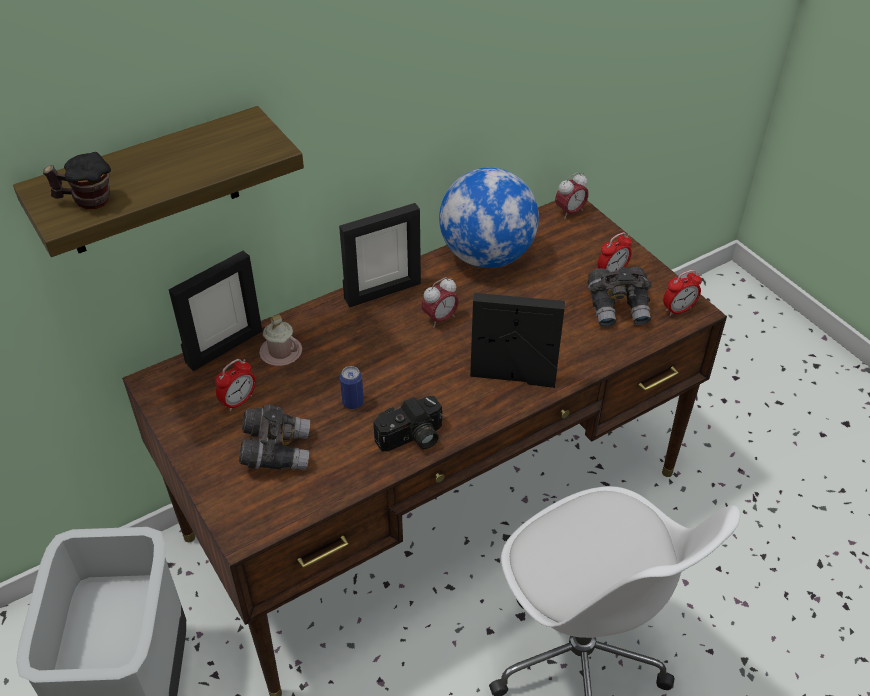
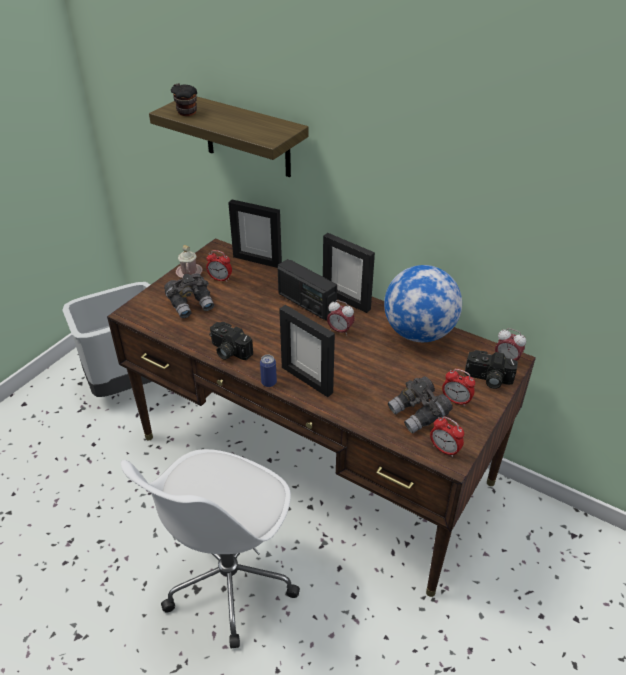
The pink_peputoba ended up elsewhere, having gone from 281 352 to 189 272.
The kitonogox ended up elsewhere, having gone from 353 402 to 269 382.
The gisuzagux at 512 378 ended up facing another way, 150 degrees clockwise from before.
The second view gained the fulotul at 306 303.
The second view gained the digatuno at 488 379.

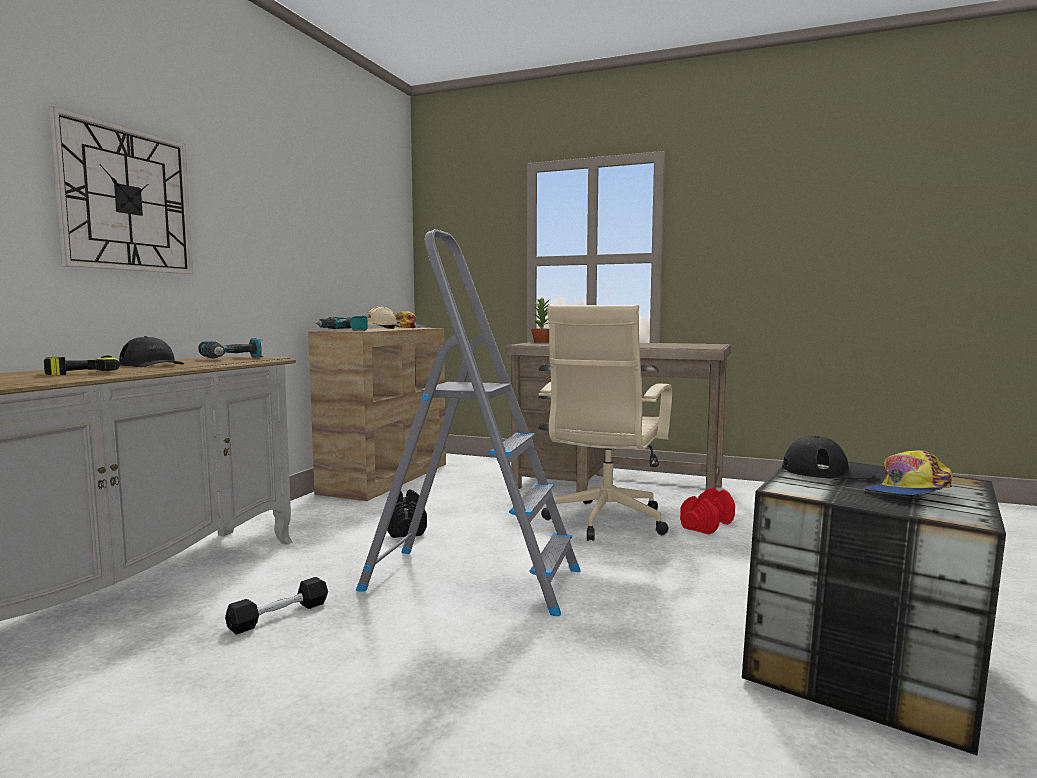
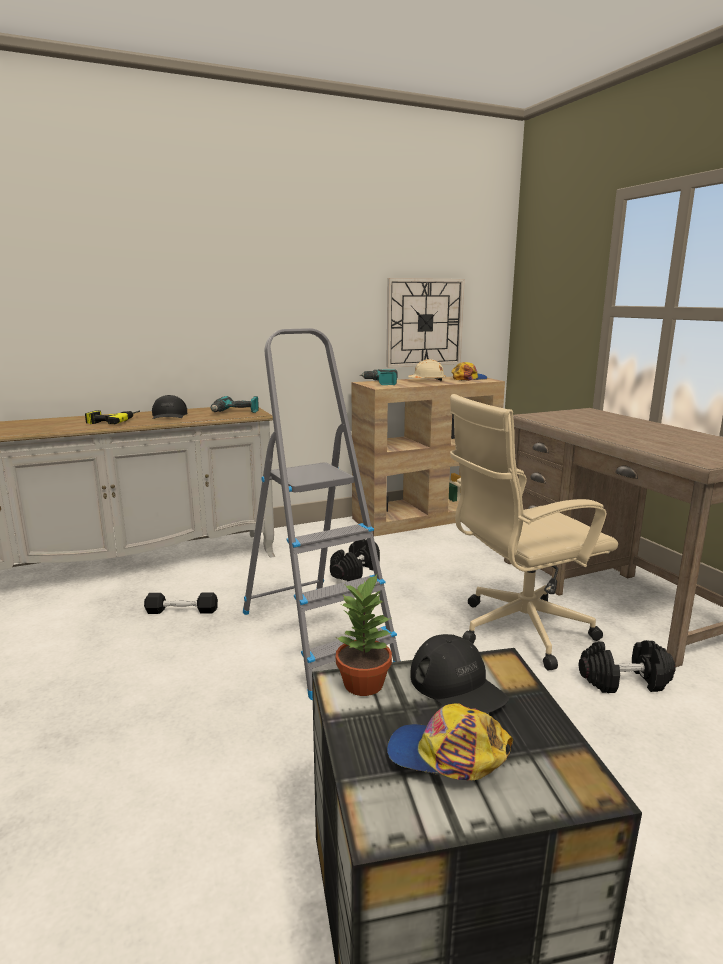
The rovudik ended up elsewhere, having gone from 126 199 to 424 322.
The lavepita ended up elsewhere, having gone from 542 342 to 365 684.
What was the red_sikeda at 707 525 turned into the black_sikeda at 624 681.

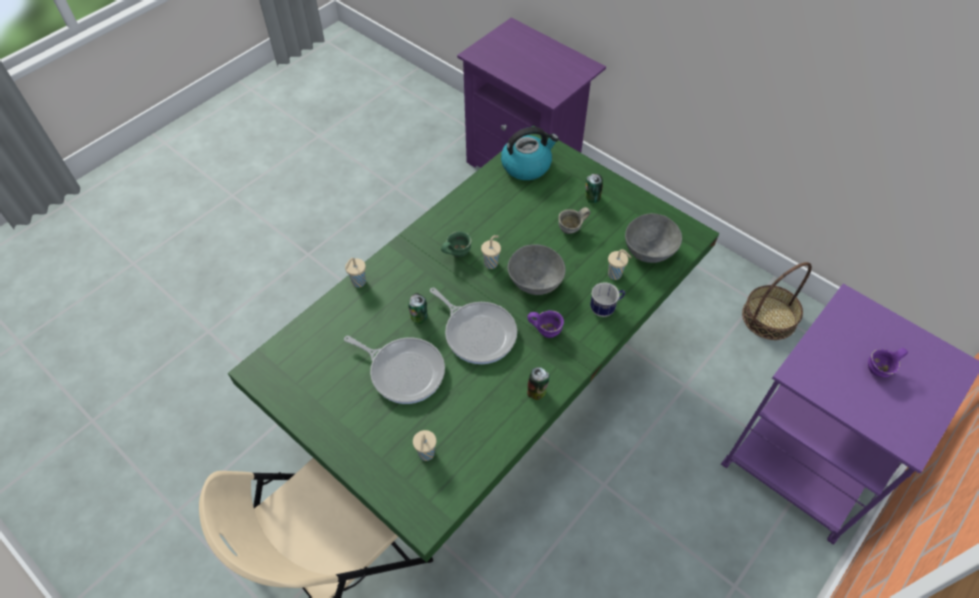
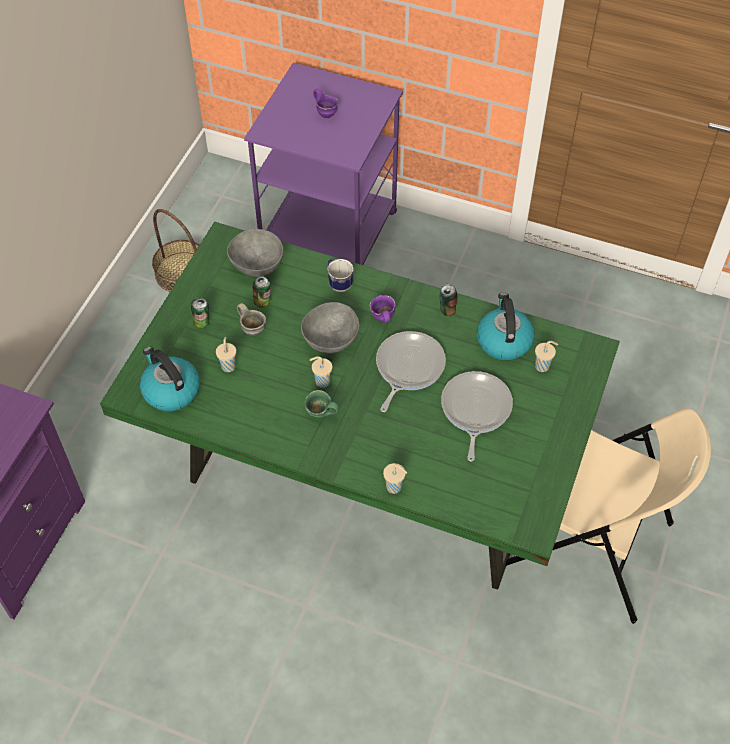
The kitonogox ended up elsewhere, having gone from 419 318 to 263 302.
The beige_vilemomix ended up elsewhere, having gone from 615 275 to 228 366.
The second view gained the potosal at 503 340.

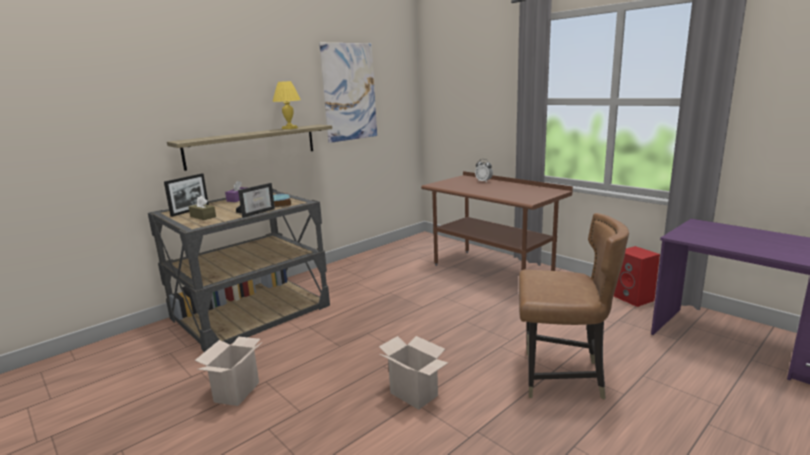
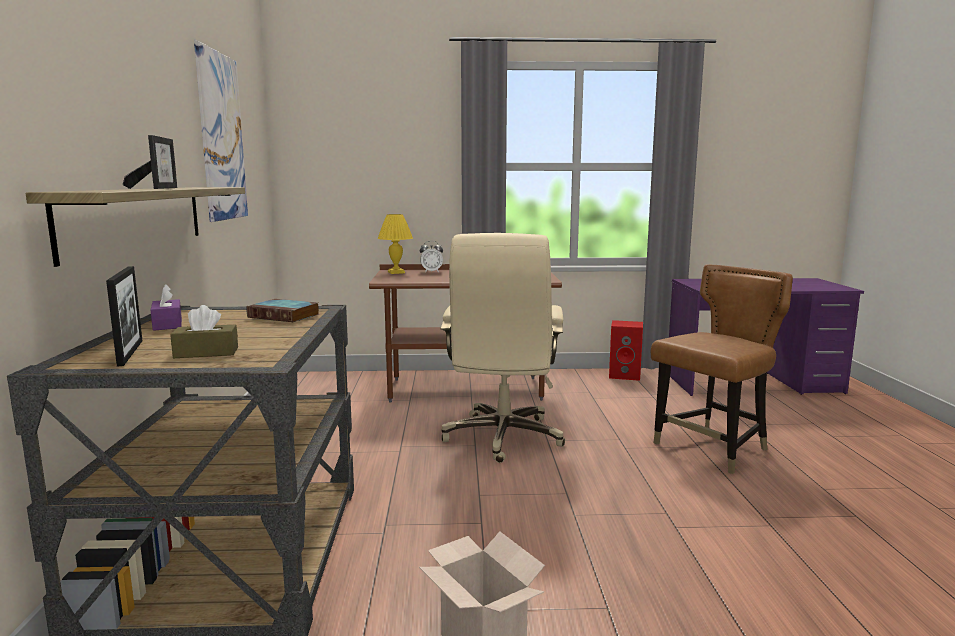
The gisuzagux ended up elsewhere, having gone from 257 212 to 159 188.
The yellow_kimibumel ended up elsewhere, having gone from 289 128 to 396 272.
The second view lost the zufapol at 415 394.
The second view gained the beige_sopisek at 503 435.

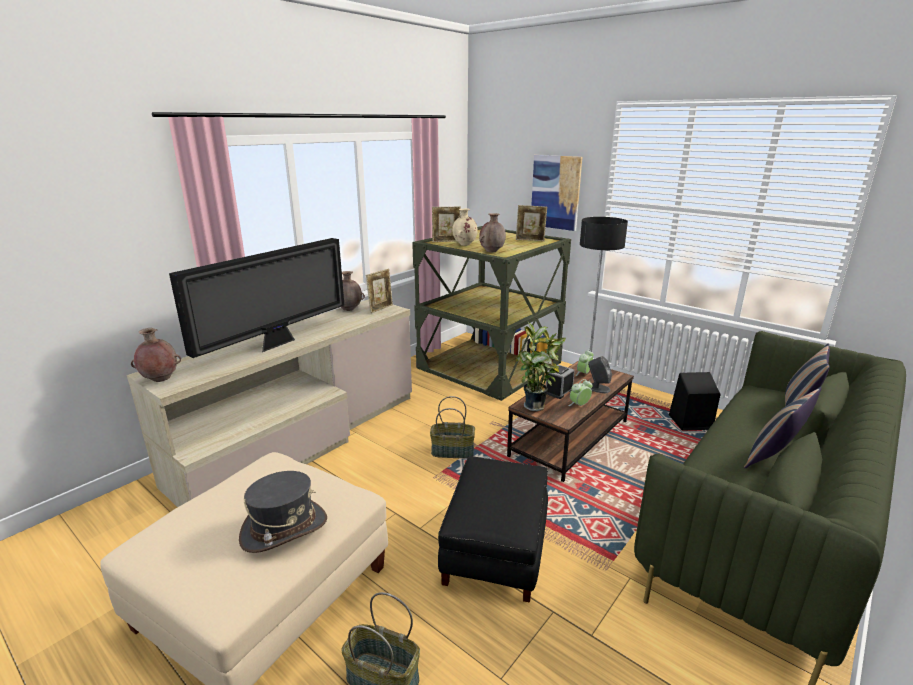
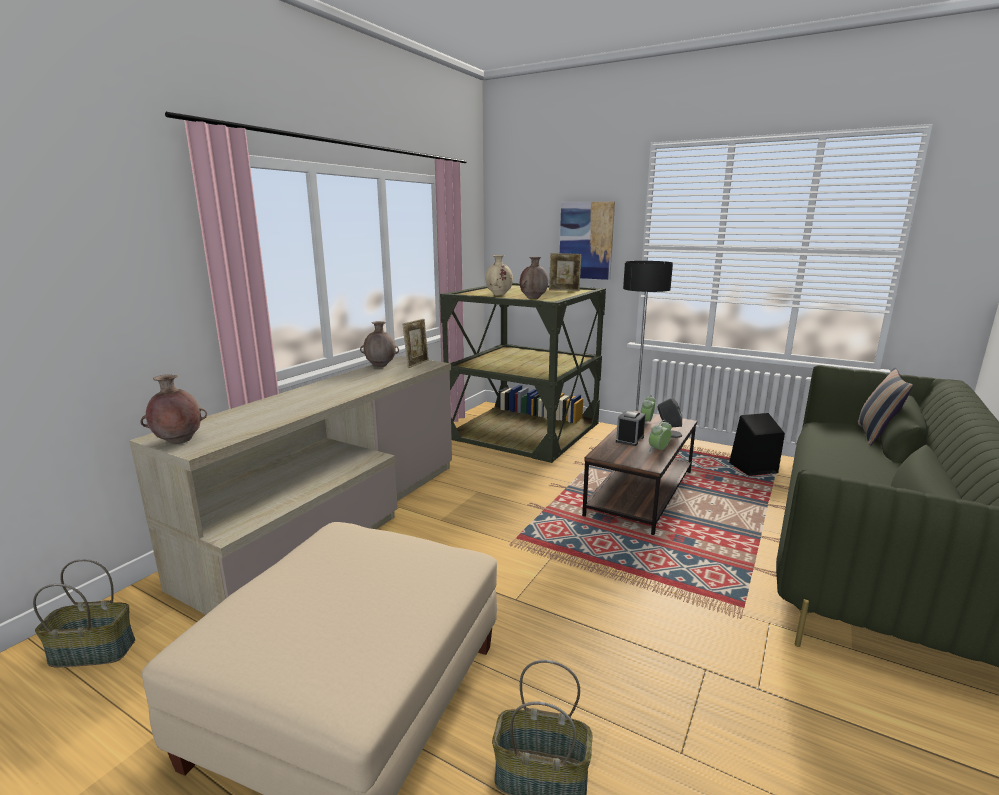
The second view lost the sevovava at 277 343.
The second view lost the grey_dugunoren at 284 529.
The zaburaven ended up elsewhere, having gone from 453 451 to 94 651.
The second view lost the gisuzagux at 446 241.
The second view lost the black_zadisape at 496 550.
The second view lost the lavepita at 537 406.
The second view lost the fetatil at 773 458.

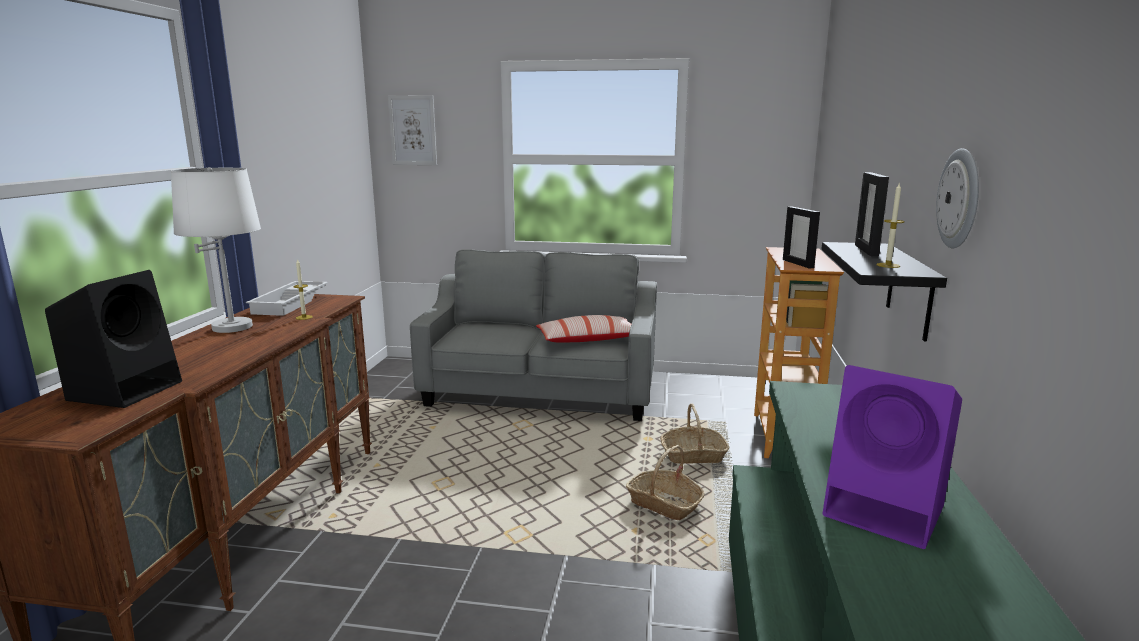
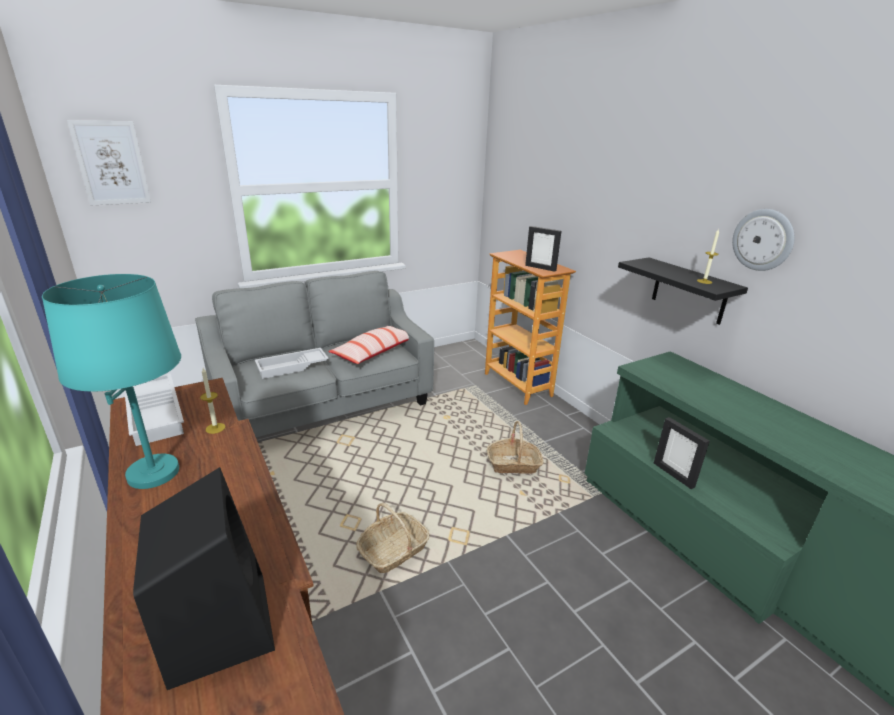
What was the white_kimibumel at 232 327 turned into the turquoise_kimibumel at 153 473.
The zaburaven ended up elsewhere, having gone from 693 455 to 393 550.
The second view lost the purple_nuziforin at 887 511.
The gisuzagux ended up elsewhere, having gone from 867 250 to 674 474.
The second view gained the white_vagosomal at 292 367.

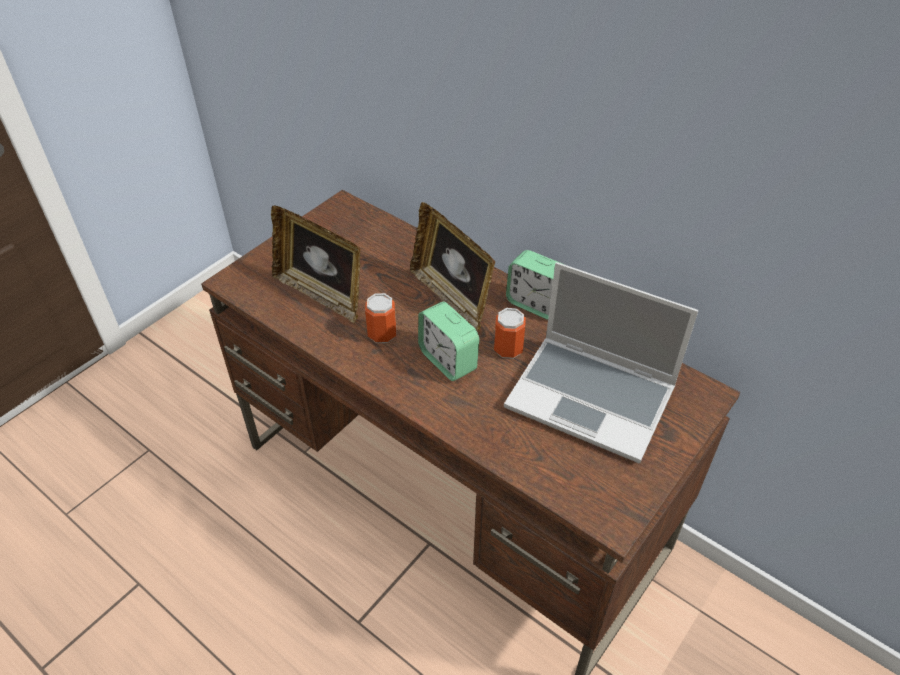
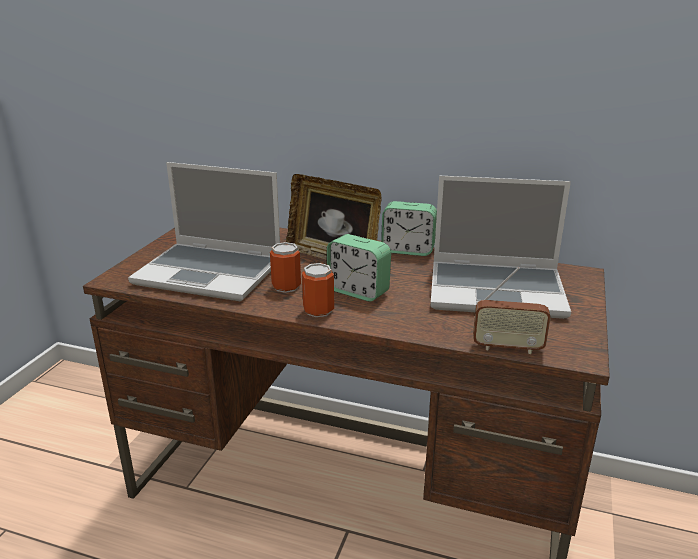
Where the gisuzagux stood at 321 294, the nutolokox came to stand at 211 273.
The kitonogox ended up elsewhere, having gone from 508 349 to 318 310.
The second view gained the fulotul at 507 347.

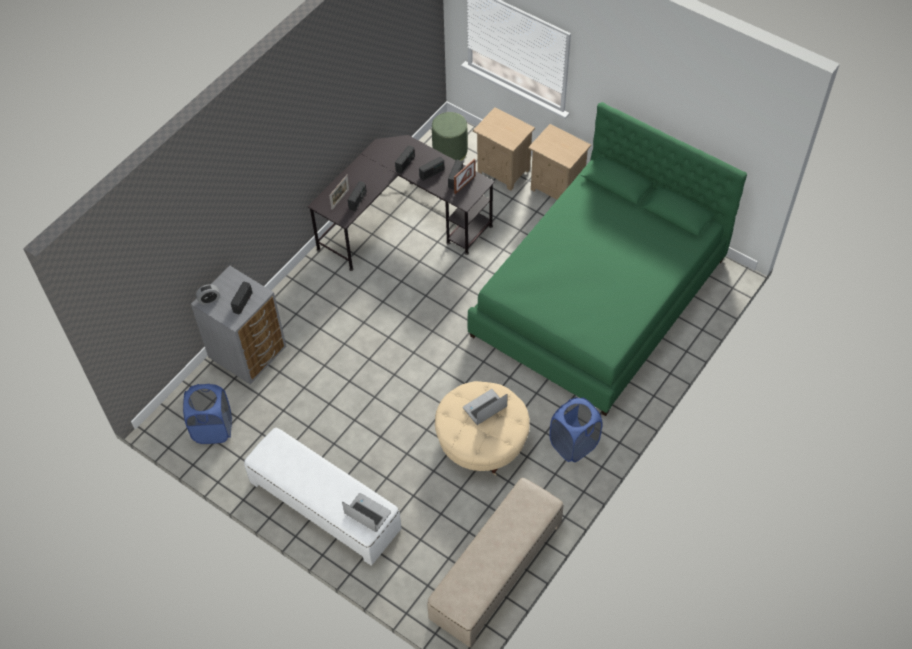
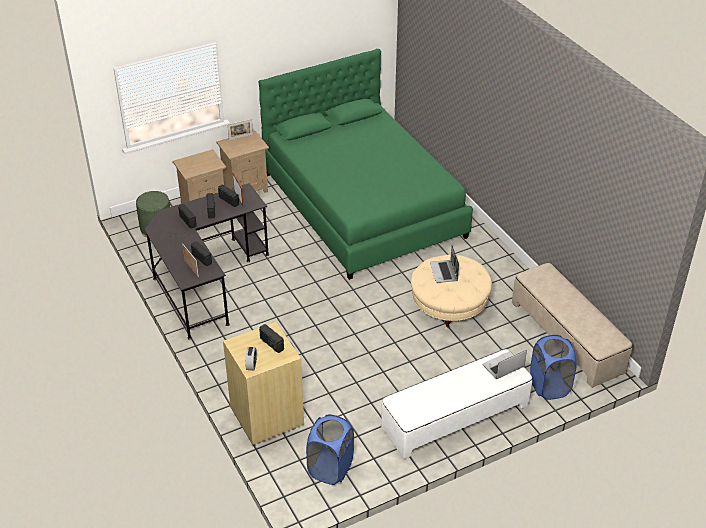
What was the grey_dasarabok at 249 355 turned into the brown_dasarabok at 267 419.
The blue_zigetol ended up elsewhere, having gone from 573 444 to 549 386.
The second view gained the gisuzagux at 241 137.

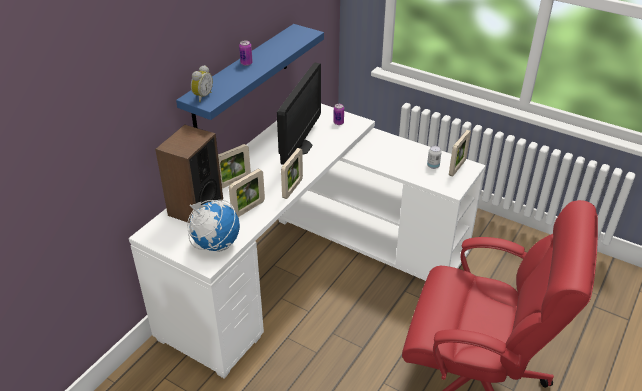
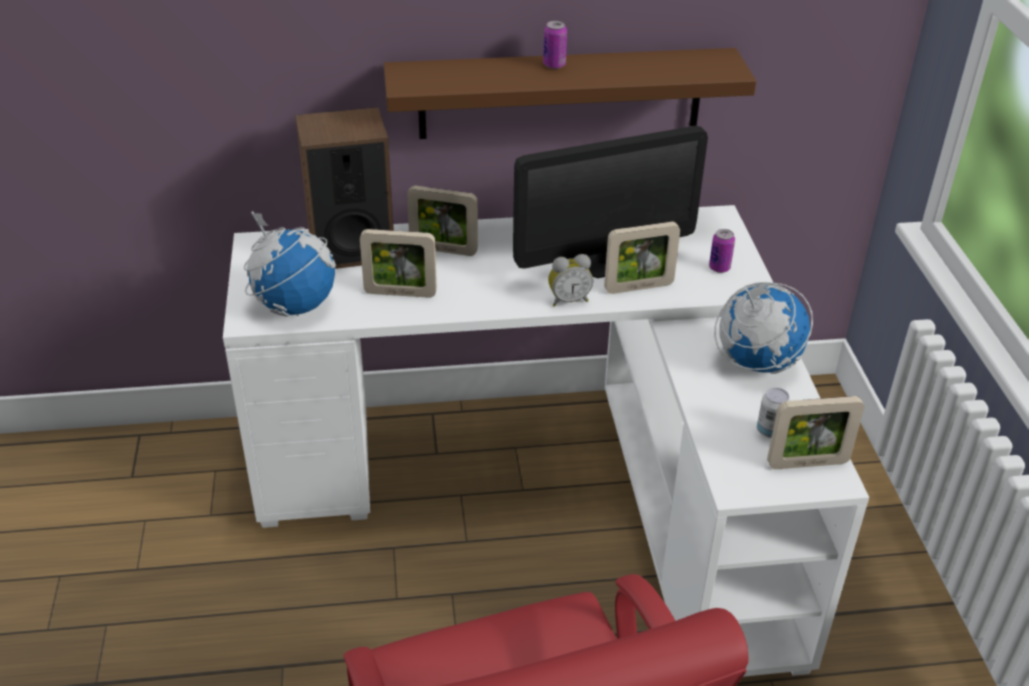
What was the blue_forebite at 241 78 turned into the brown_forebite at 561 93.
The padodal ended up elsewhere, having gone from 202 96 to 568 300.
The gisuzagux ended up elsewhere, having gone from 292 188 to 638 287.
The second view gained the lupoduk at 756 363.

